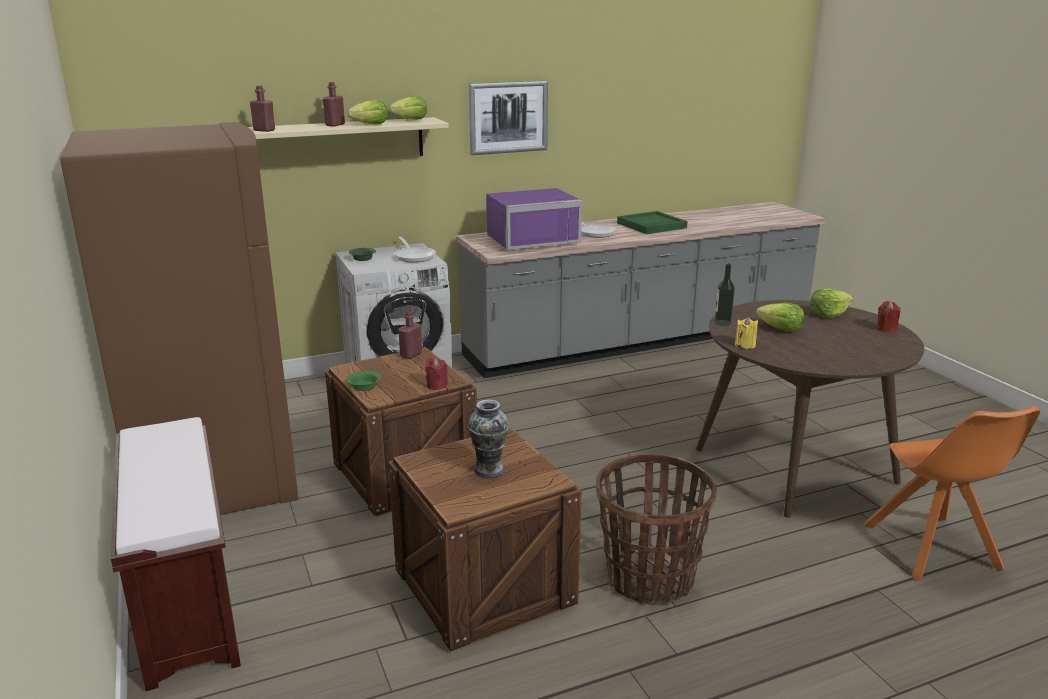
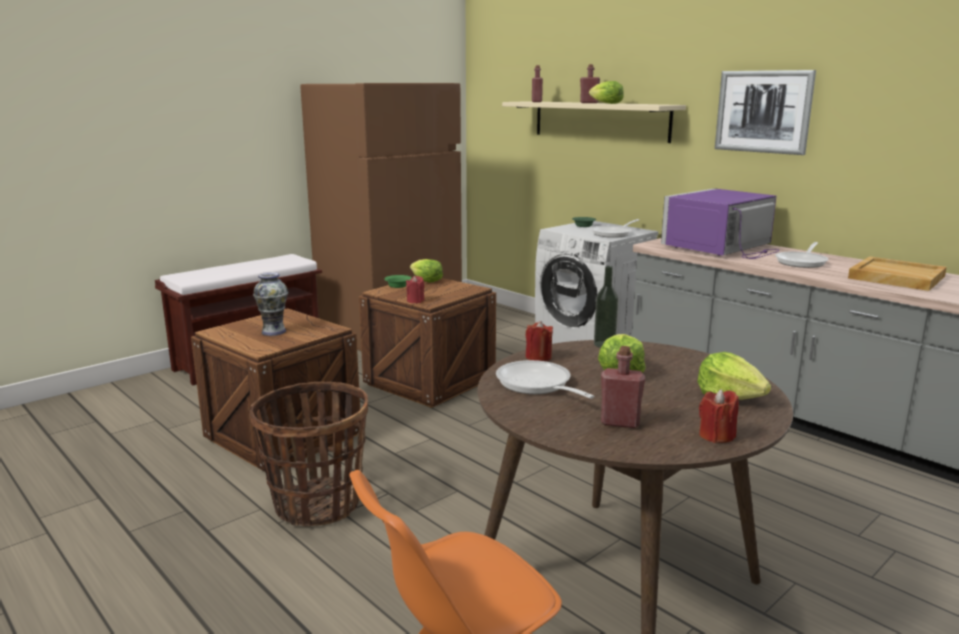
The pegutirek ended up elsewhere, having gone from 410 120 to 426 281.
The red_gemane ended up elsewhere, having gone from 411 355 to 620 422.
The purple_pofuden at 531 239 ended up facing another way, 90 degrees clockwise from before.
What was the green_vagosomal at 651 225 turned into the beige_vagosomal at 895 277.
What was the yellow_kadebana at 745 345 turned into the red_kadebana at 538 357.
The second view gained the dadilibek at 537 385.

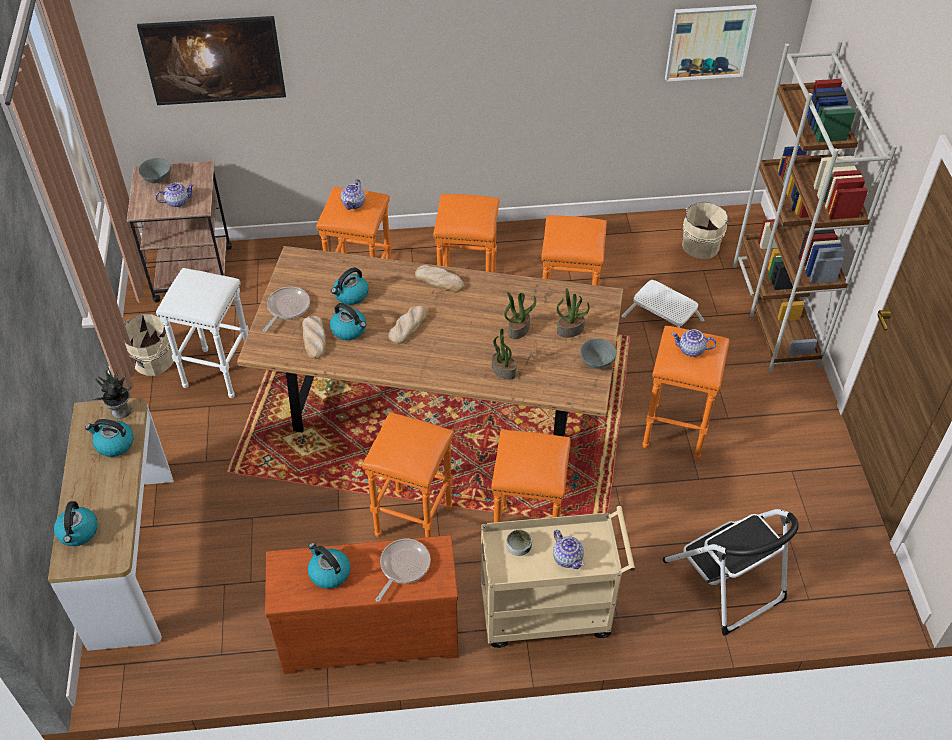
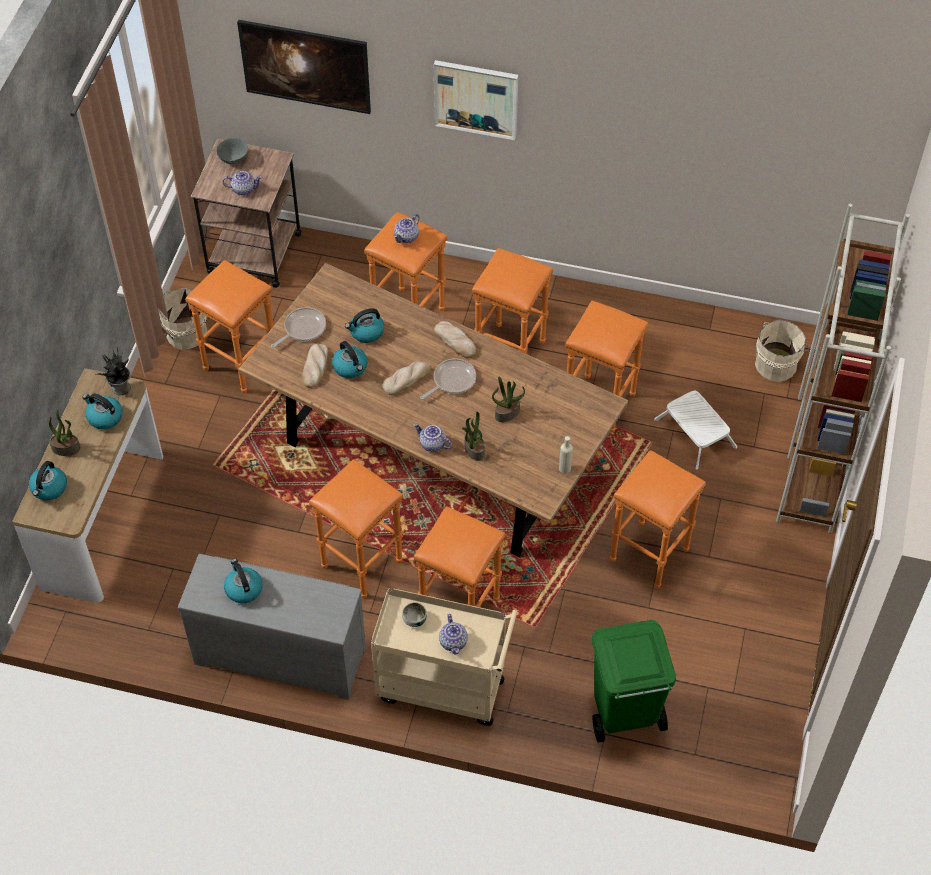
What was the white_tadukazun at 217 371 turned into the orange_tadukazun at 240 362.
What was the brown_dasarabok at 369 631 turned into the grey_dasarabok at 281 651.
The dadilibek ended up elsewhere, having gone from 403 566 to 452 380.
The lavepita ended up elsewhere, having gone from 570 330 to 66 448.
Where the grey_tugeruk stood at 596 363, the beige_gemane came to stand at 564 468.
Where the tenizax stood at 726 583, the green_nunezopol came to stand at 624 714.
The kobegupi ended up elsewhere, having gone from 709 42 to 476 98.
The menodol ended up elsewhere, having gone from 691 350 to 432 444.

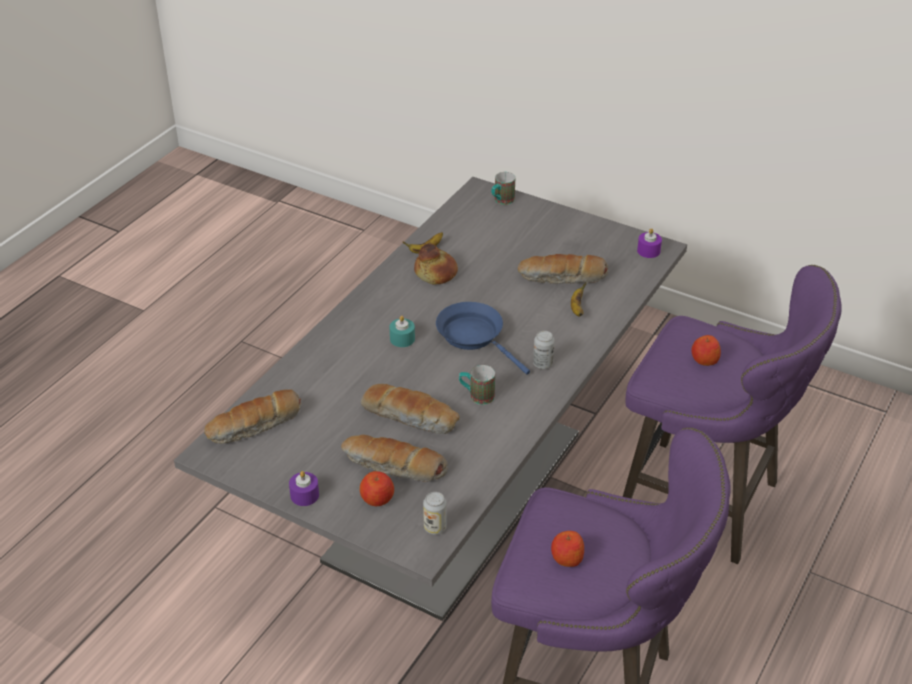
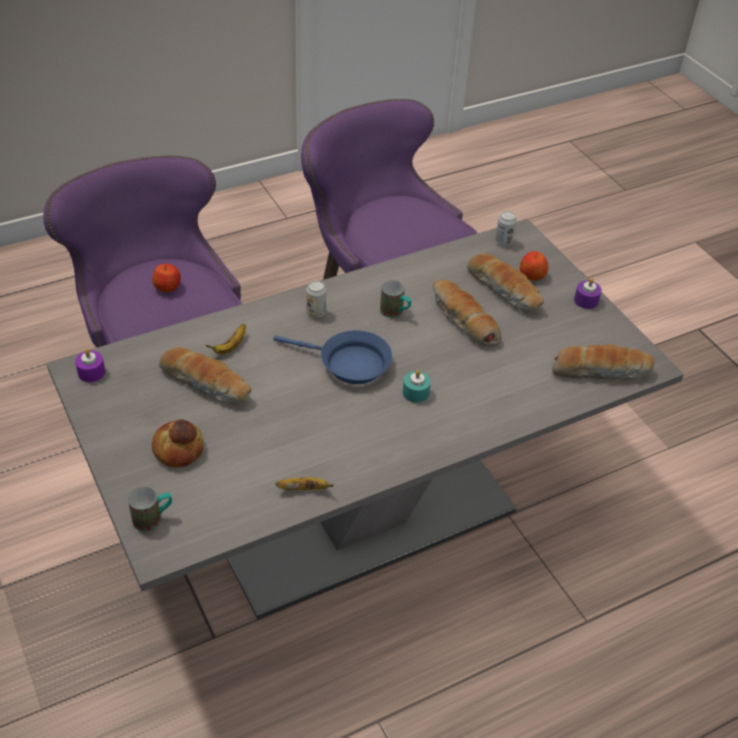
The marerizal ended up elsewhere, having gone from 436 273 to 178 449.
The blue_dadilibek at 474 337 ended up facing another way, 60 degrees counterclockwise from before.
The second view lost the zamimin at 567 558.

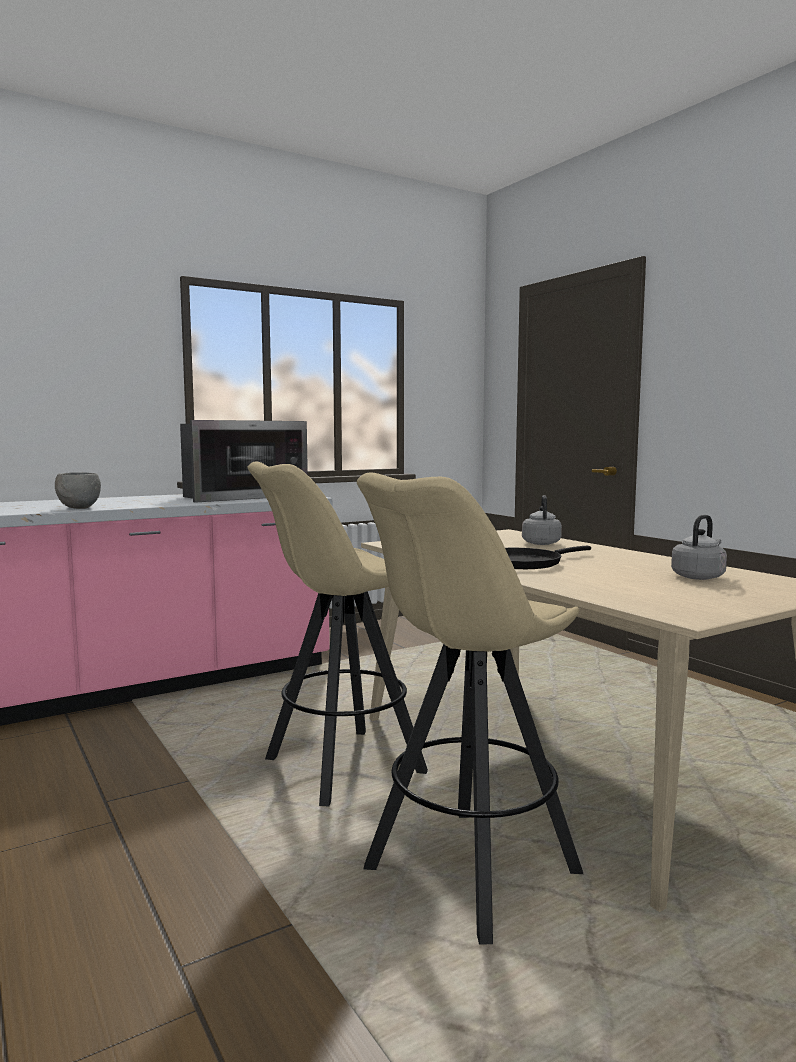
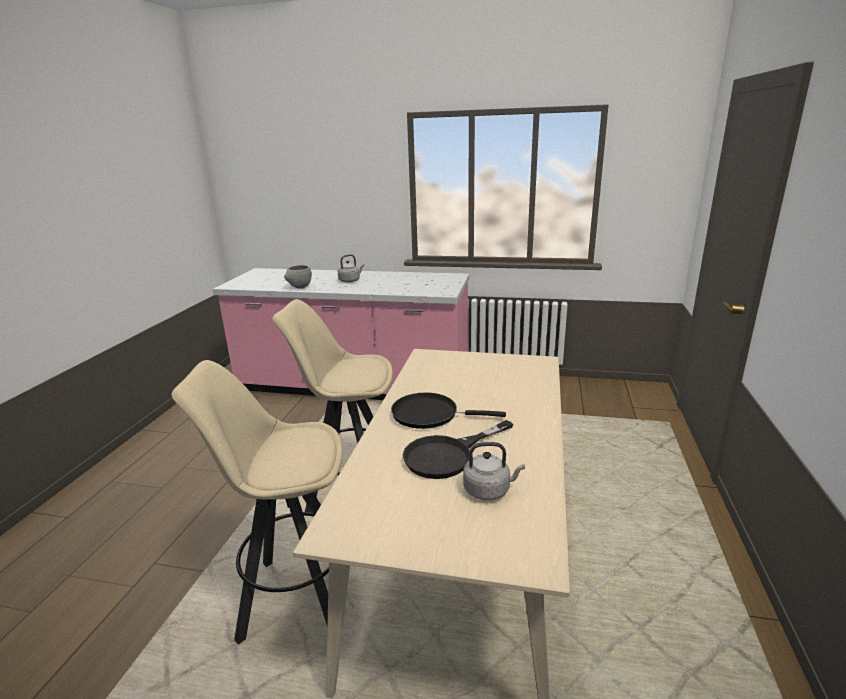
The second view lost the pofuden at 240 496.
The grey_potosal ended up elsewhere, having gone from 541 543 to 350 281.
The second view gained the black_dadilibek at 448 455.

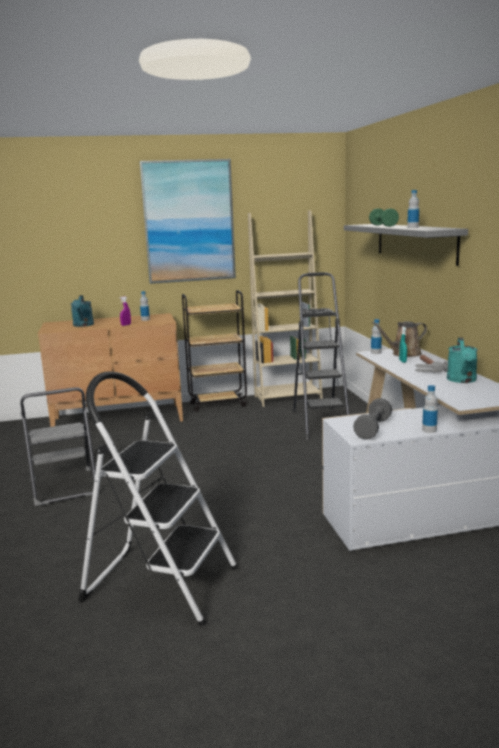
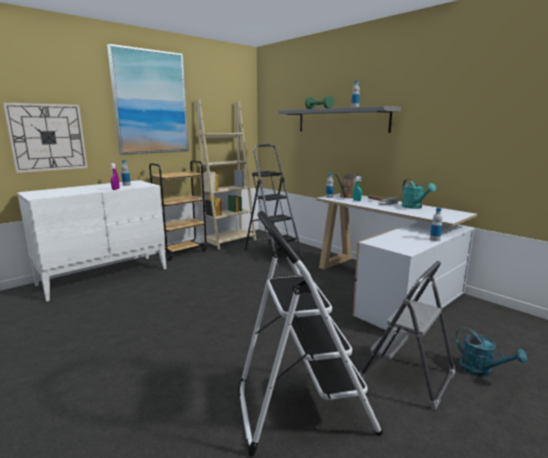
The grey_tenizax ended up elsewhere, having gone from 64 488 to 410 376.
What was the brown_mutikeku at 118 419 turned into the white_mutikeku at 104 276.
The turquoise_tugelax ended up elsewhere, having gone from 83 325 to 481 370.
The second view lost the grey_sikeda at 373 429.
The second view gained the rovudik at 48 137.

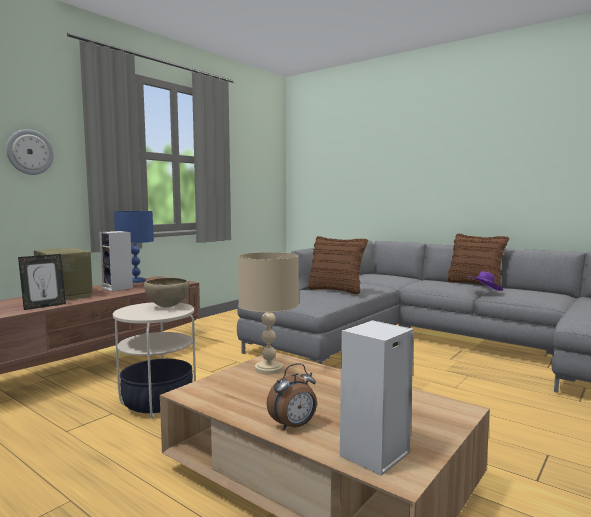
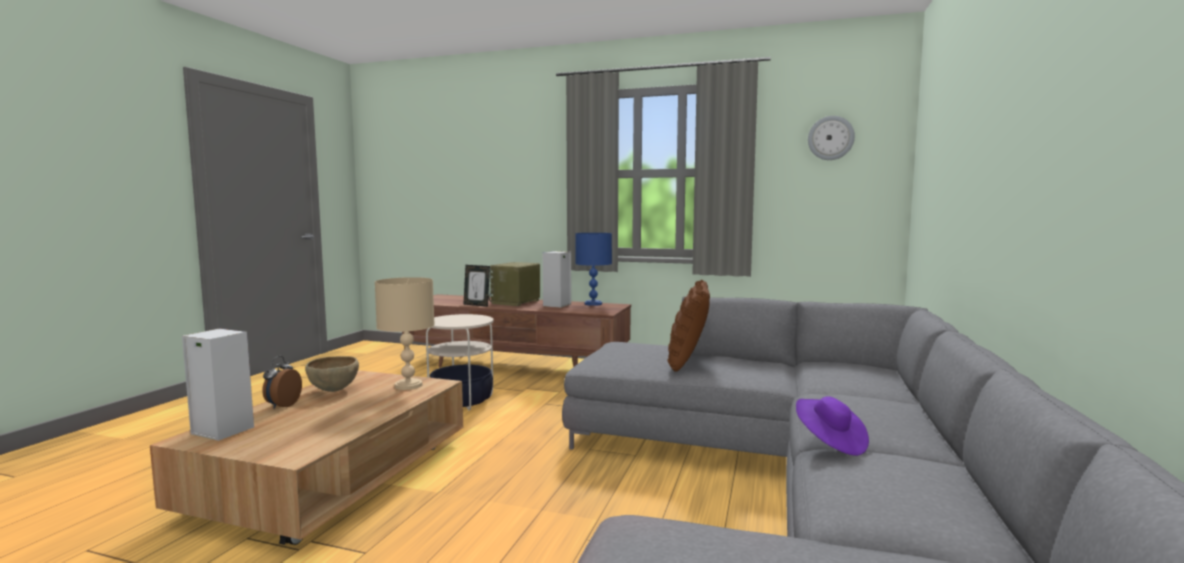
The rovudik ended up elsewhere, having gone from 30 152 to 830 138.
The brown_tugeruk ended up elsewhere, having gone from 167 307 to 333 391.
The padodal at 294 426 ended up facing another way, 60 degrees clockwise from before.
The second view lost the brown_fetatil at 475 284.

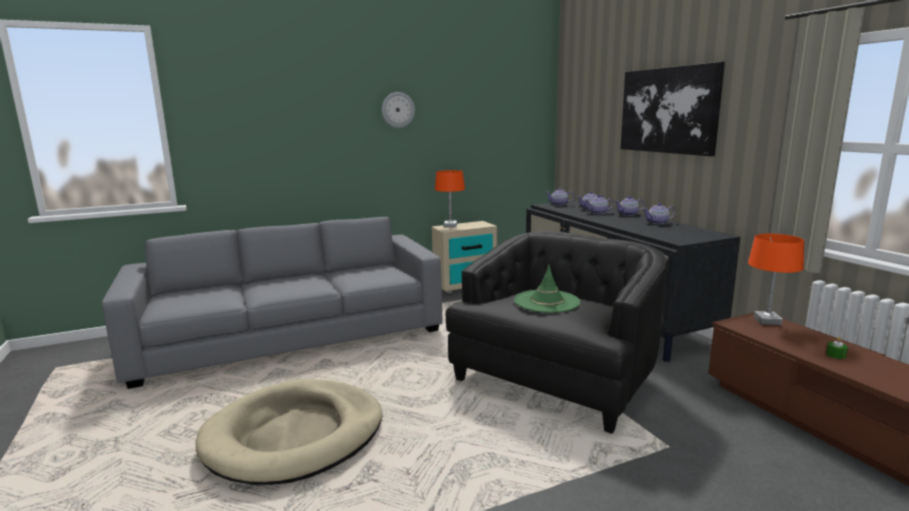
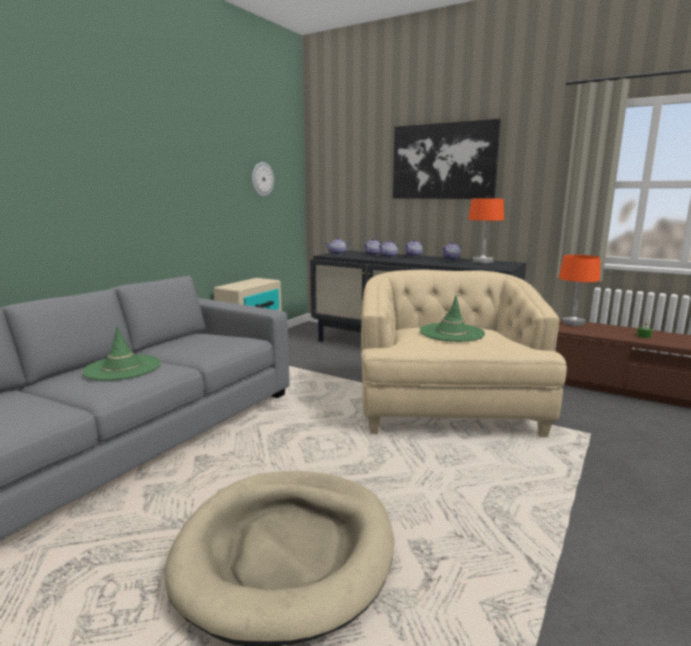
The rovudik ended up elsewhere, having gone from 398 110 to 262 179.
The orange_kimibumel ended up elsewhere, having gone from 450 226 to 483 262.
What was the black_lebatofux at 557 378 turned into the beige_lebatofux at 447 408.
The second view gained the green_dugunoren at 122 368.

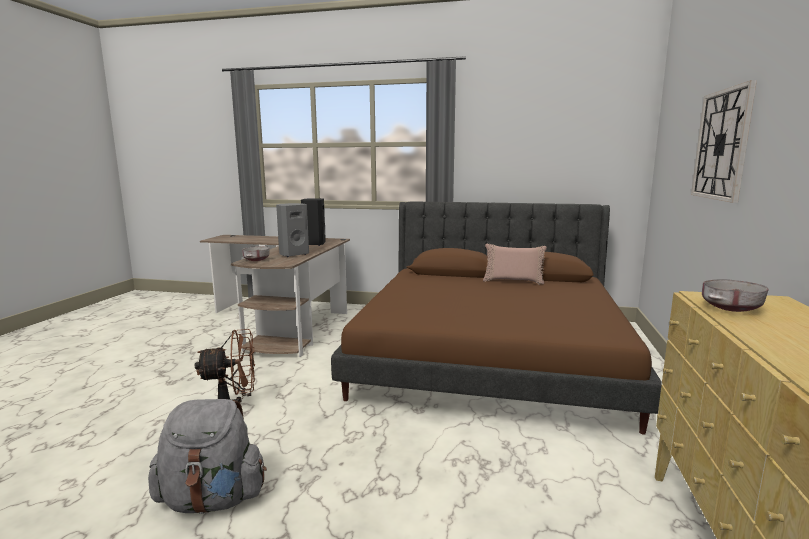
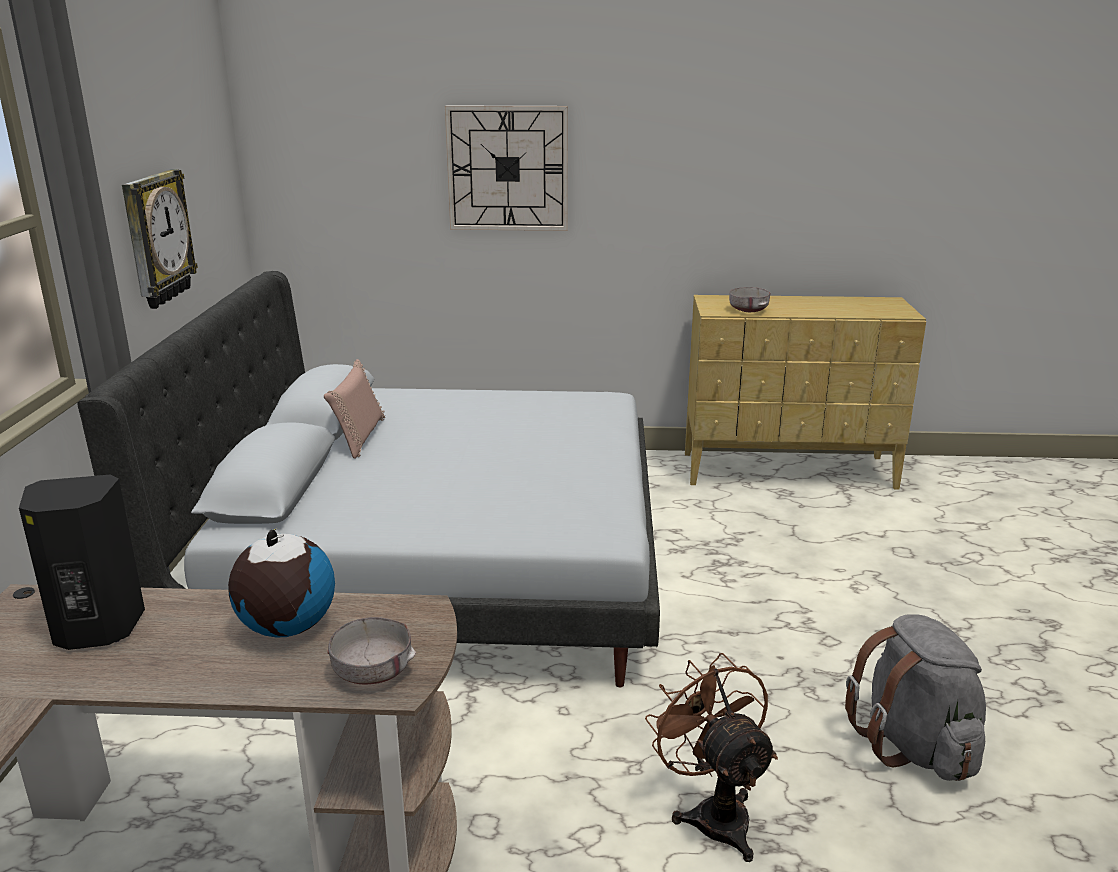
Where the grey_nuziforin stood at 293 254, the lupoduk came to stand at 286 628.
What was the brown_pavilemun at 490 359 turned into the grey_pavilemun at 432 558.
The second view gained the rovudik at 156 238.

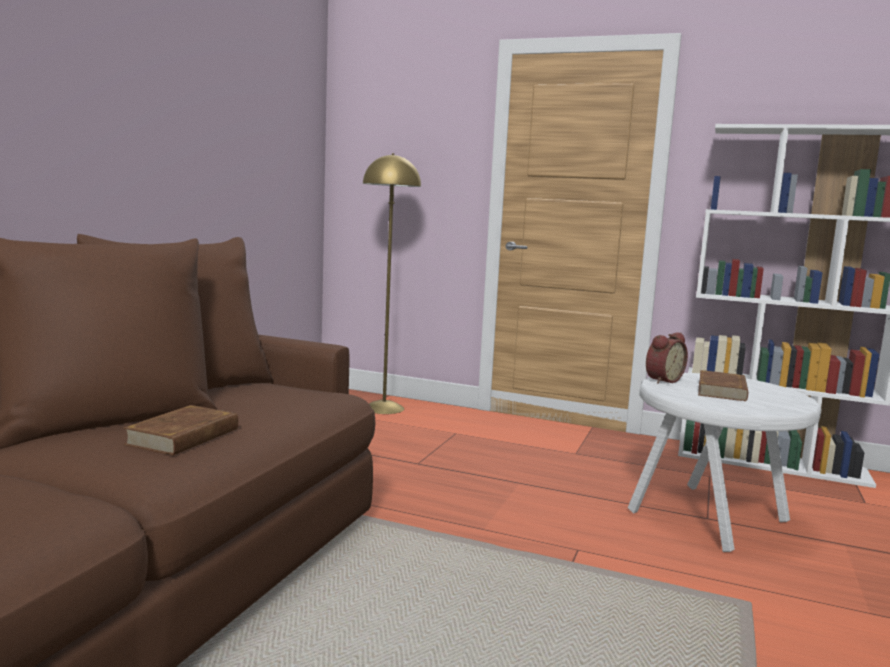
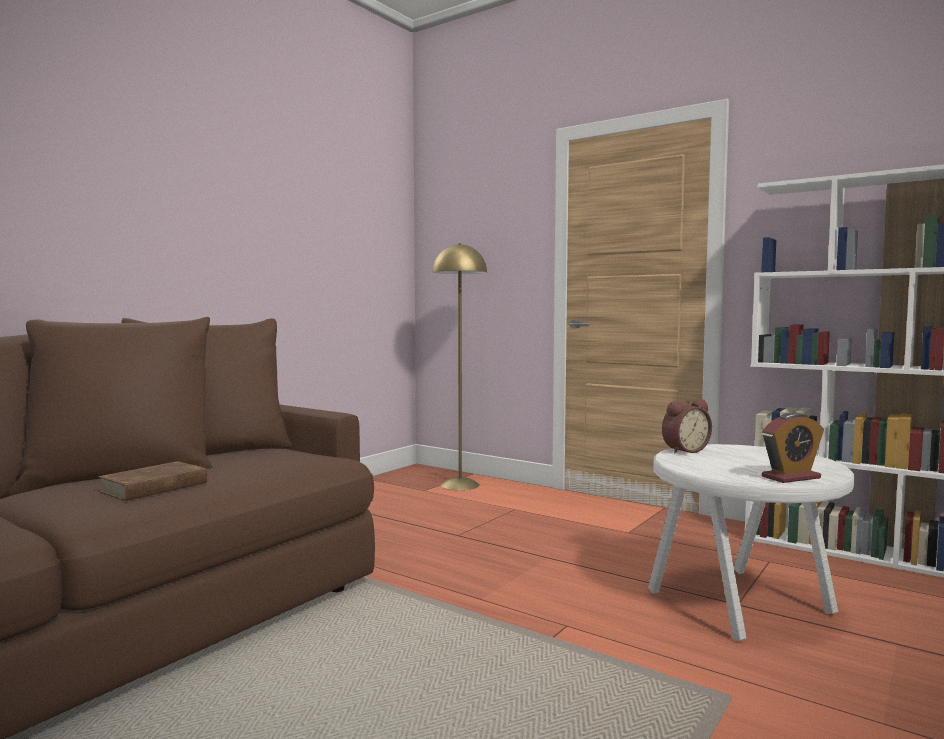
The second view lost the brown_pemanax at 722 391.
The second view gained the padodal at 791 477.

